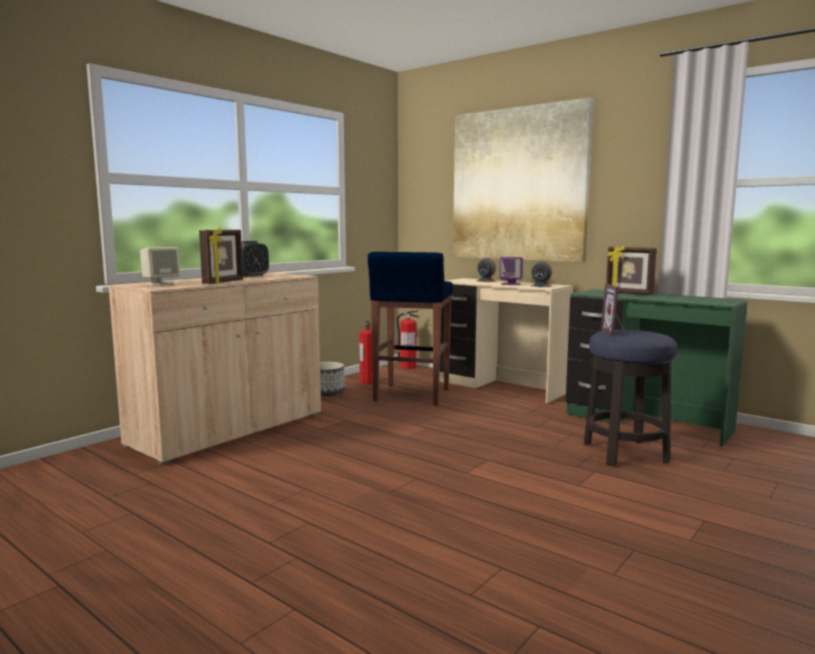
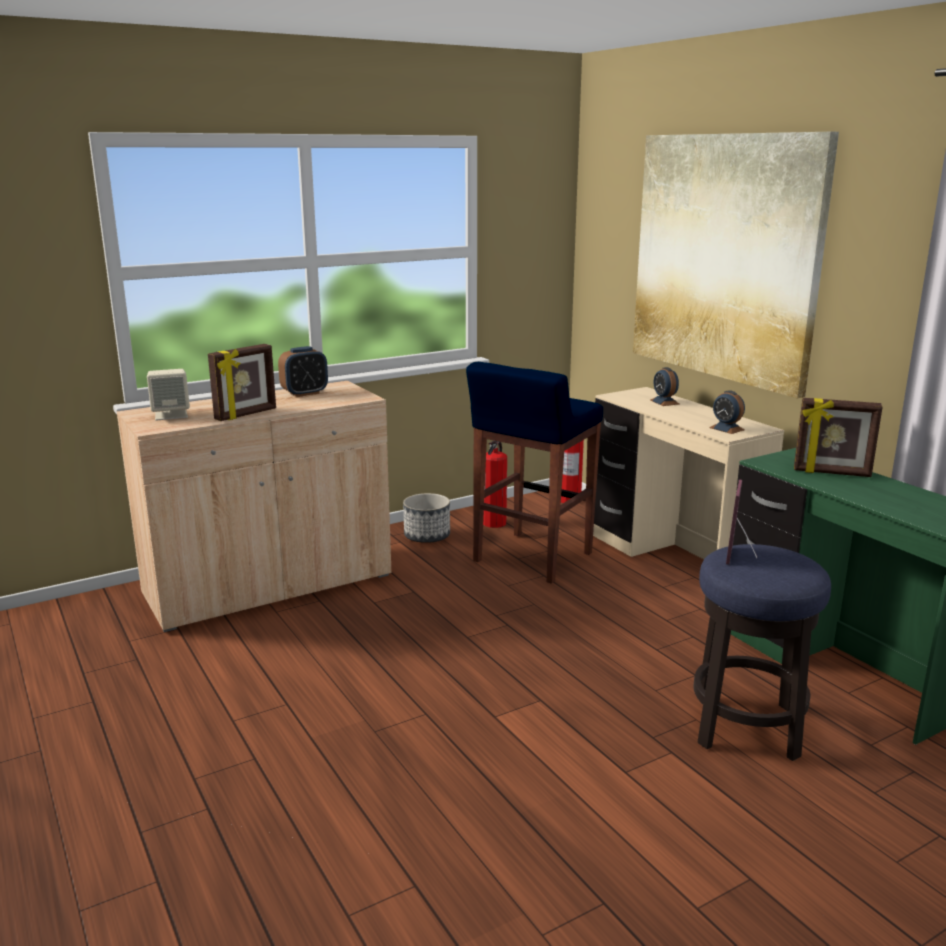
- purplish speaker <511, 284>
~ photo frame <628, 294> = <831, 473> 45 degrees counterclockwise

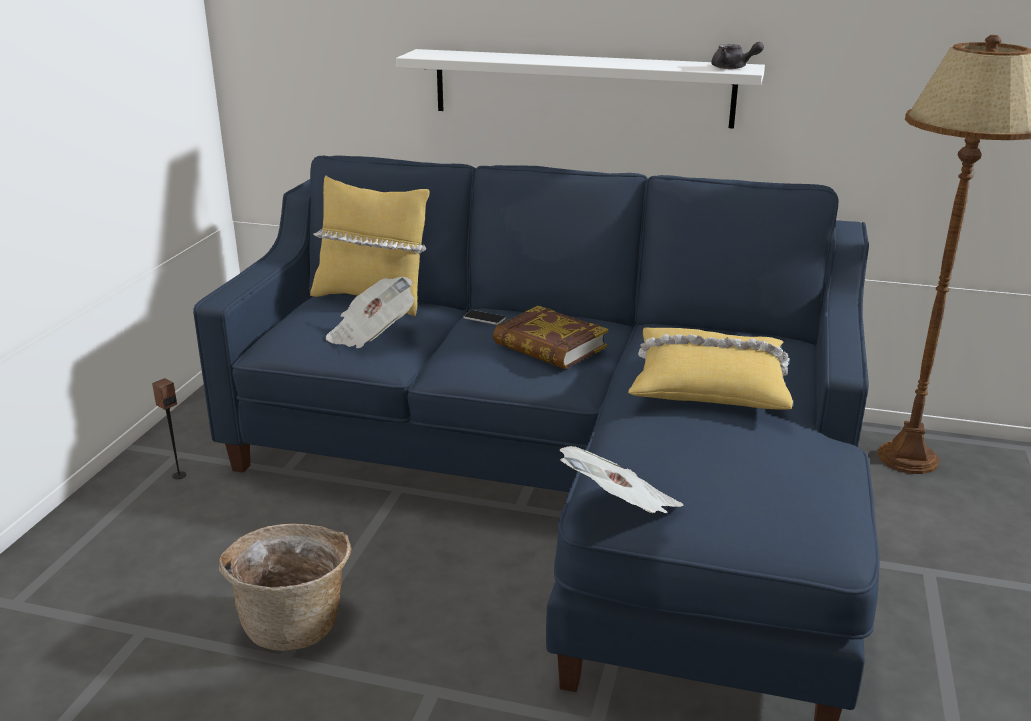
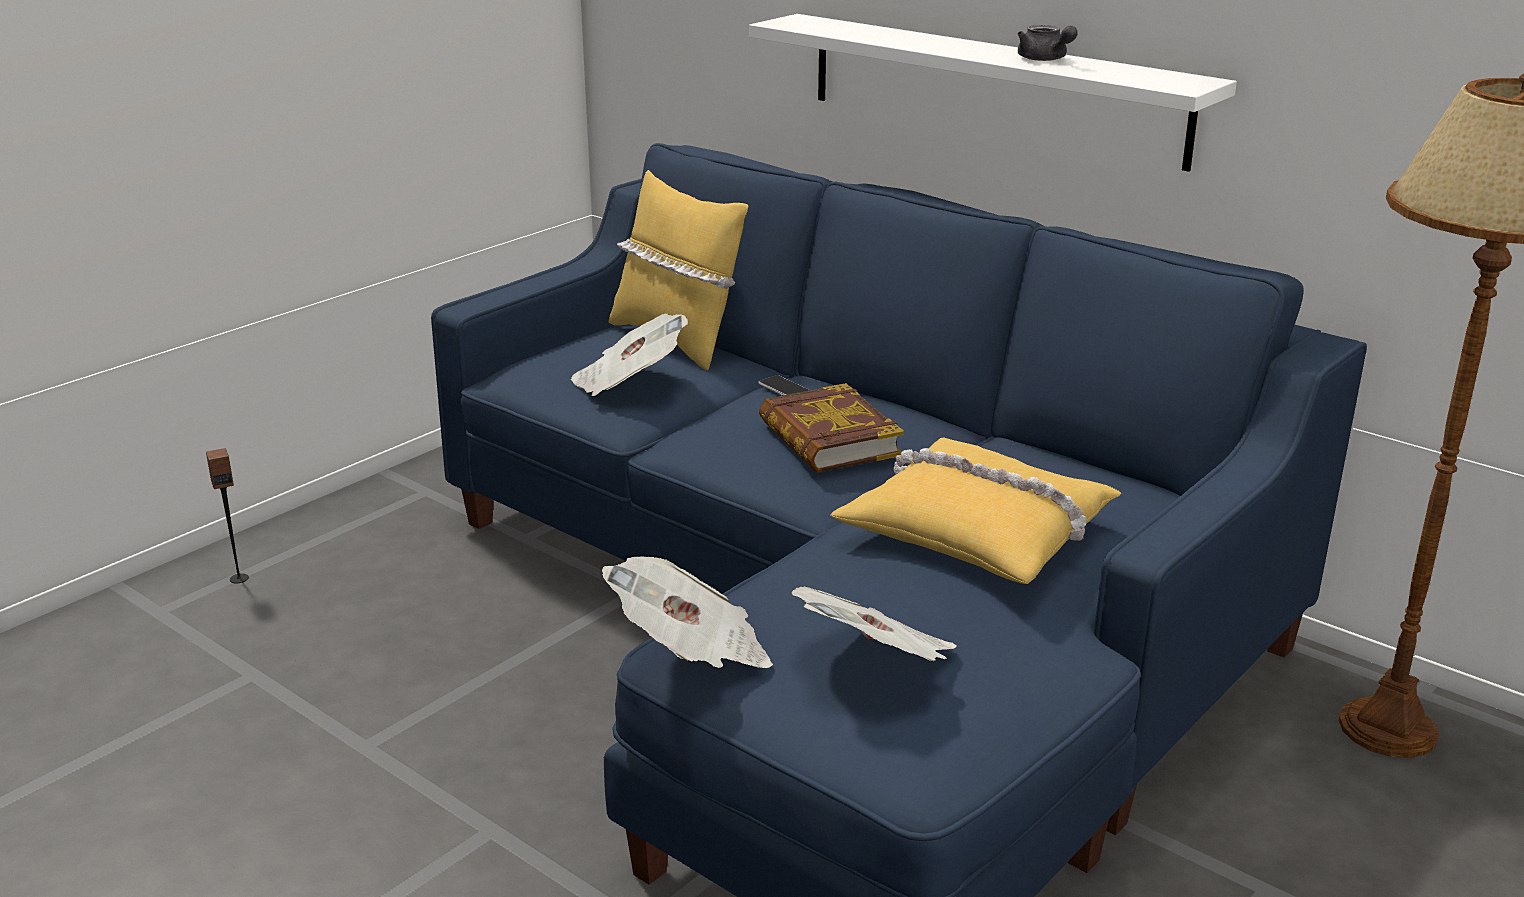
- storage basket <295, 622>
+ printed paper <877, 662>
~ speaker <179, 475> to <239, 578>
~ greyish tea pot <733, 68> to <1045, 59>

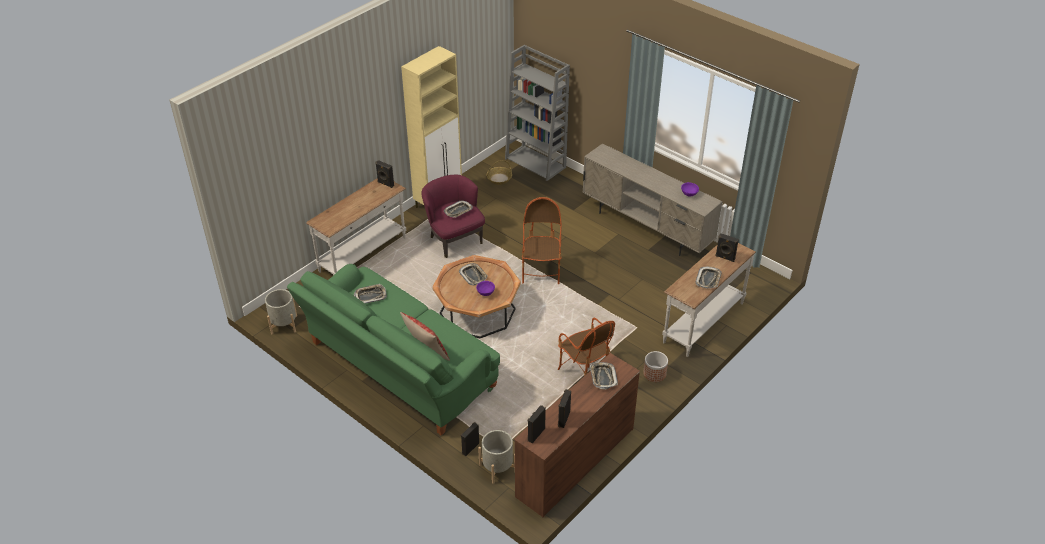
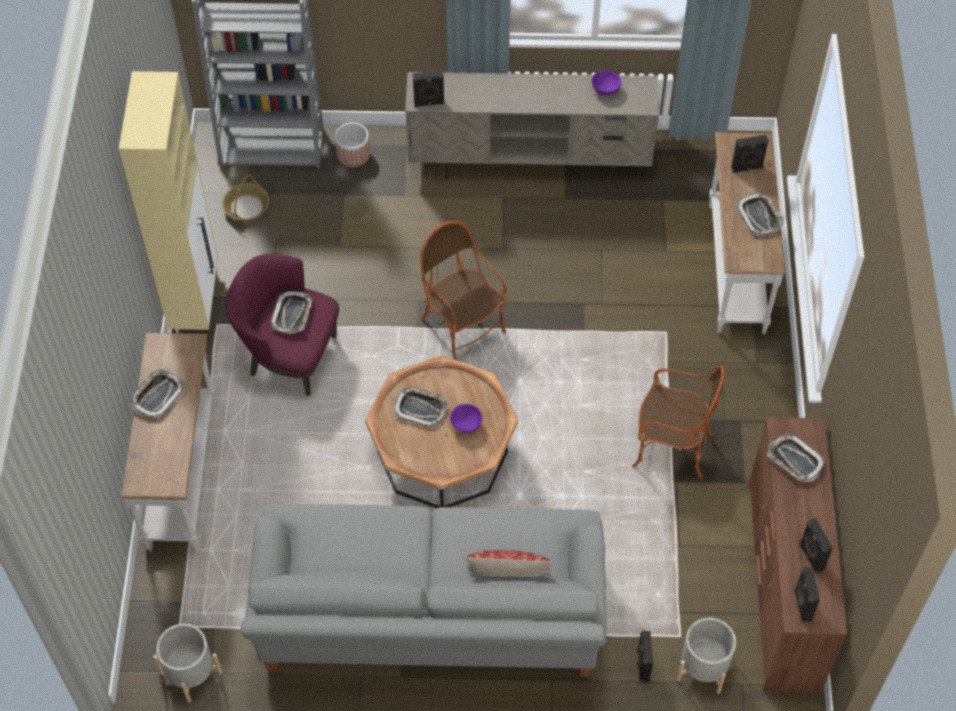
~ tray <370, 296> to <157, 395>
~ blackish speaker <385, 184> to <429, 103>
~ planter <654, 374> to <353, 155>
~ green-coloured couch <398, 368> to greyish couch <429, 620>

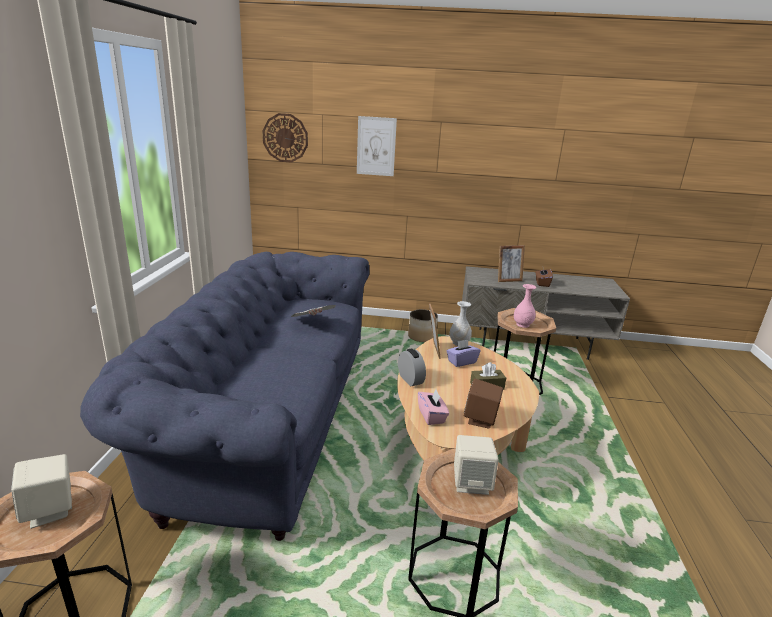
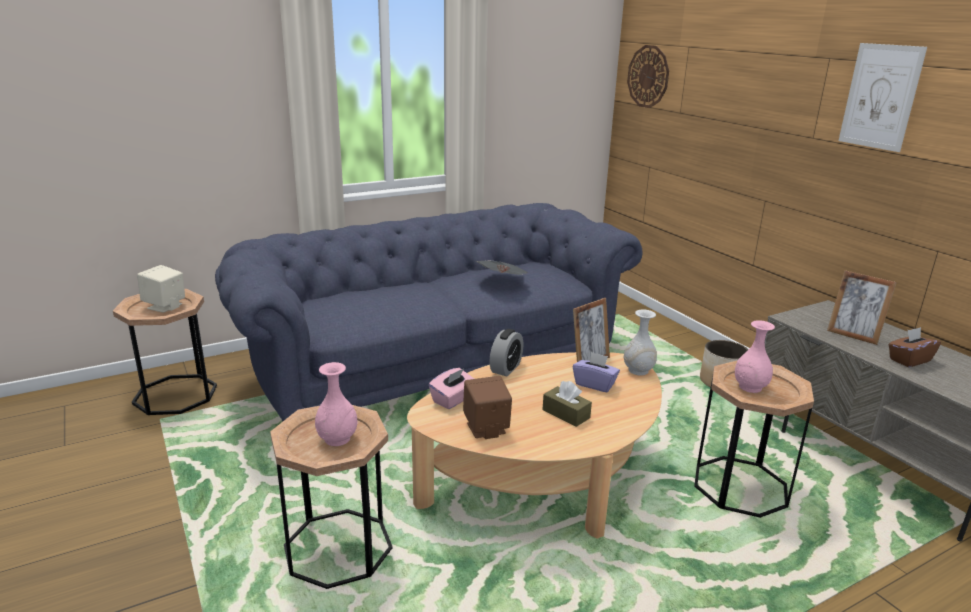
~ picture <376, 146> to <880, 96>
~ beige speaker <471, 483> to pinkish decorative vase <338, 439>

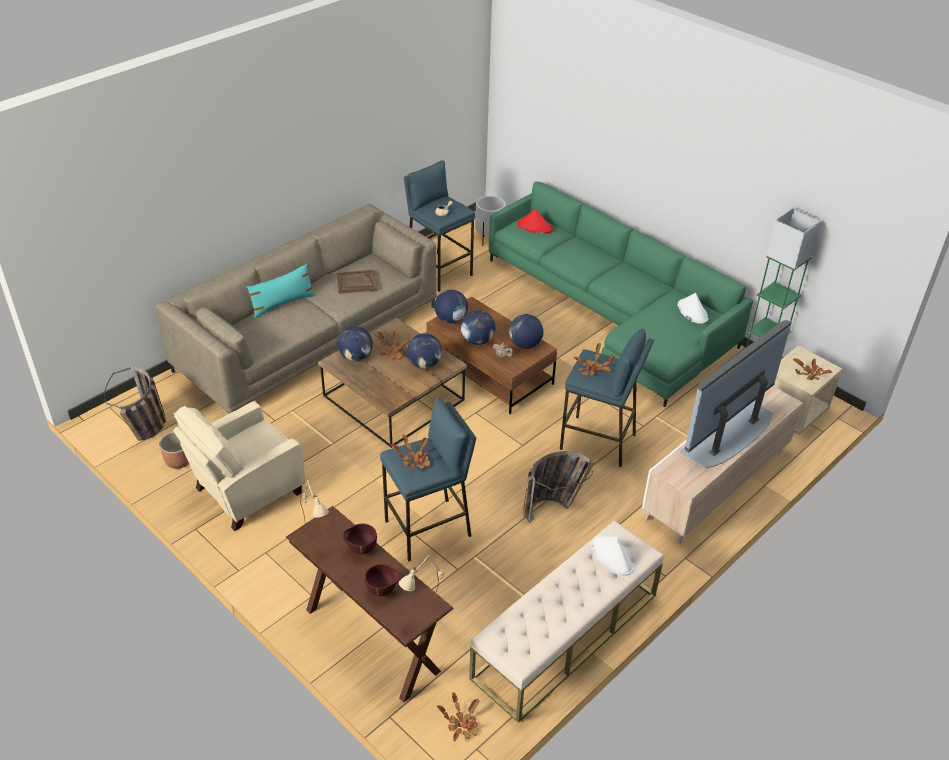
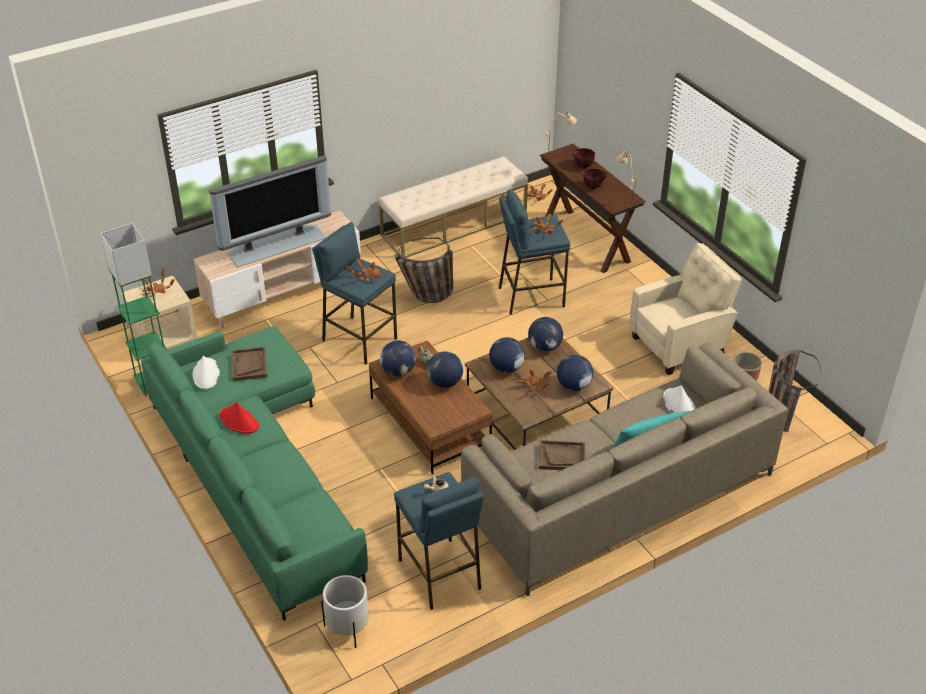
+ brown tray <249, 365>
~ desk globe <450, 319> to <545, 347>
~ reddish wearable hat <534, 227> to <239, 421>
~ whitish wearable hat <612, 556> to <678, 405>

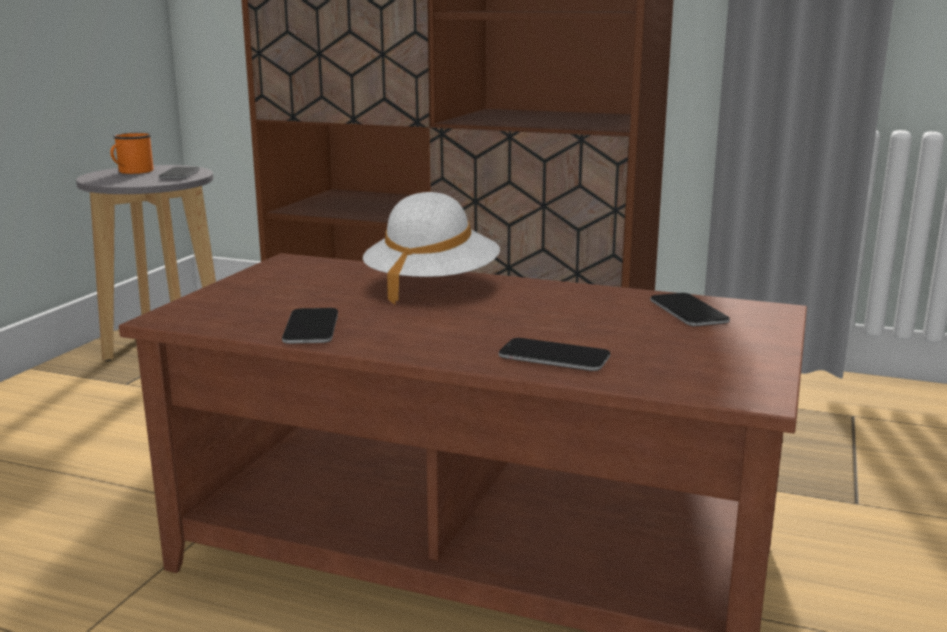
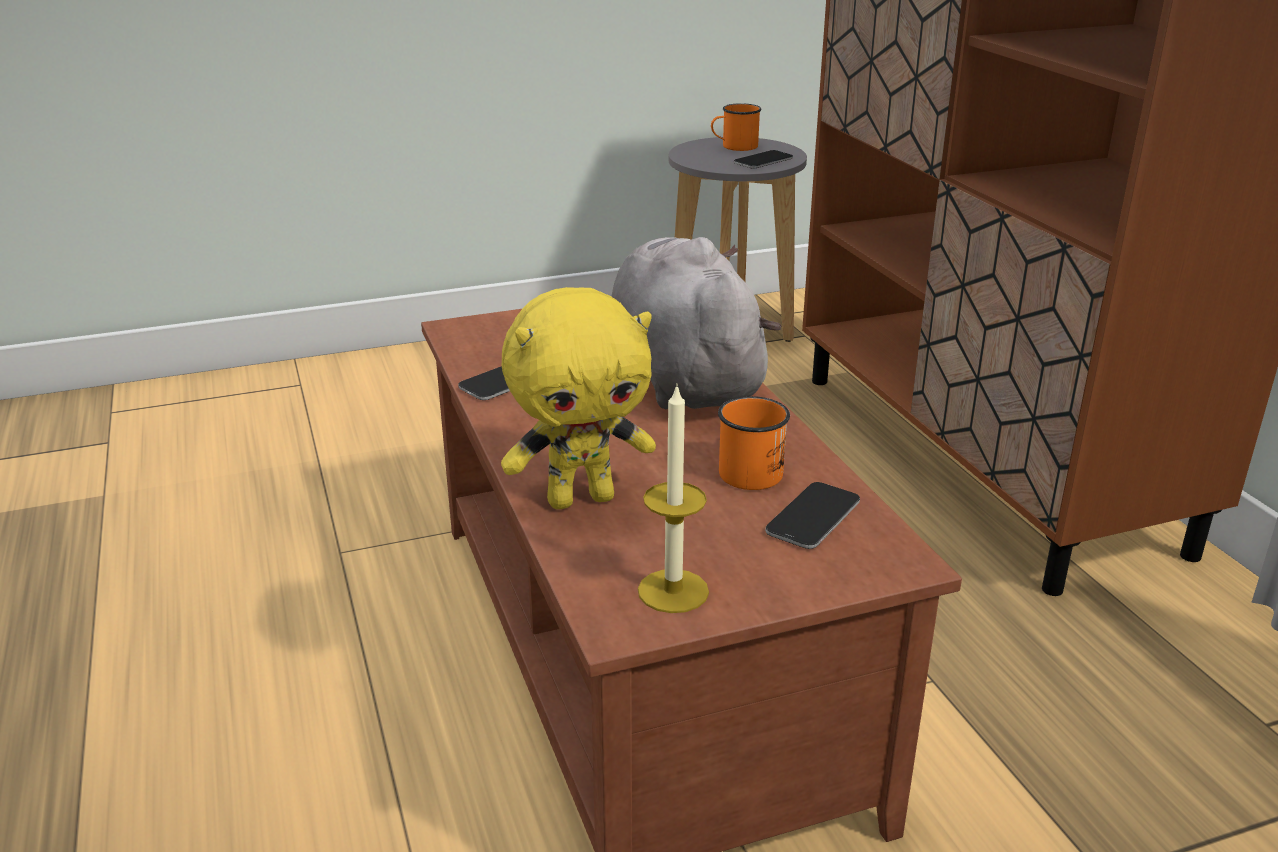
+ candle <673, 591>
+ orange-coloured tea mug <753, 468>
~ whitish wearable hat <431, 286> to greyish plush toy <682, 378>
~ phone <554, 357> to yellow-coloured plush toy <581, 498>

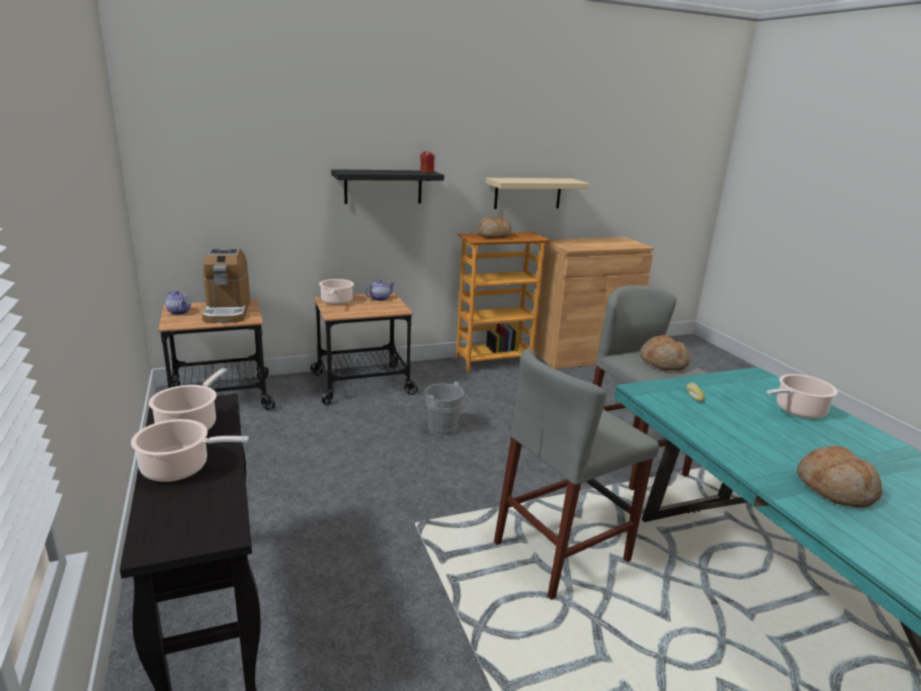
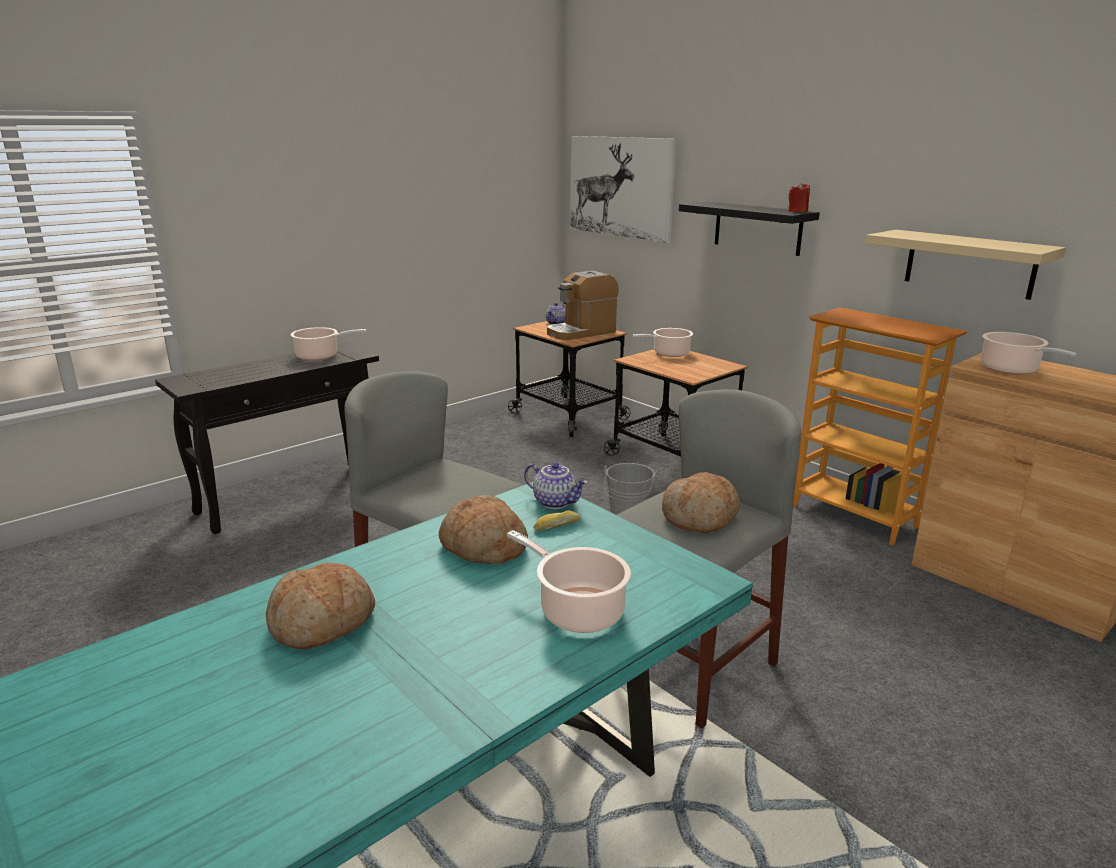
+ picture <620, 187>
~ stockpot <179, 468> to <1011, 370>
~ tea pot <380, 298> to <556, 502>
~ bread <493, 236> to <483, 546>

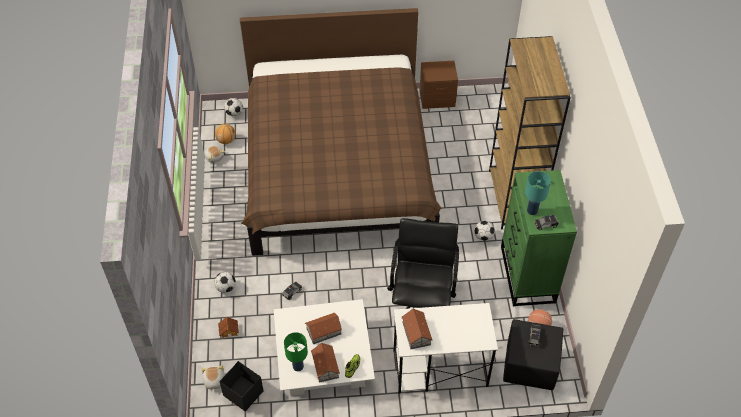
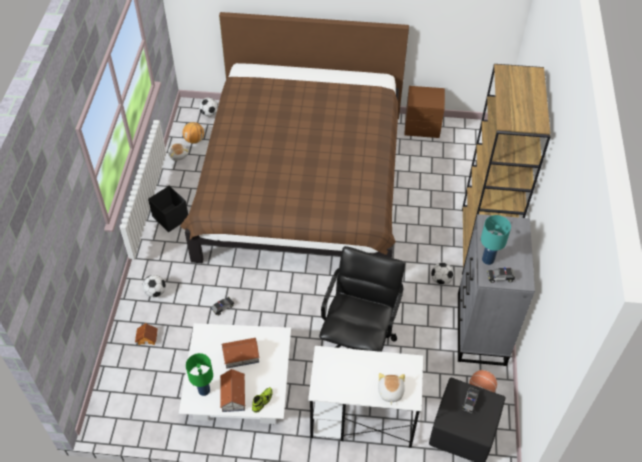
- model house <416, 333>
~ plush toy <213, 381> to <390, 392>
~ blackish storage bin <243, 393> to <170, 217>
~ green-coloured drawer chest <527, 275> to greyish drawer chest <481, 329>

